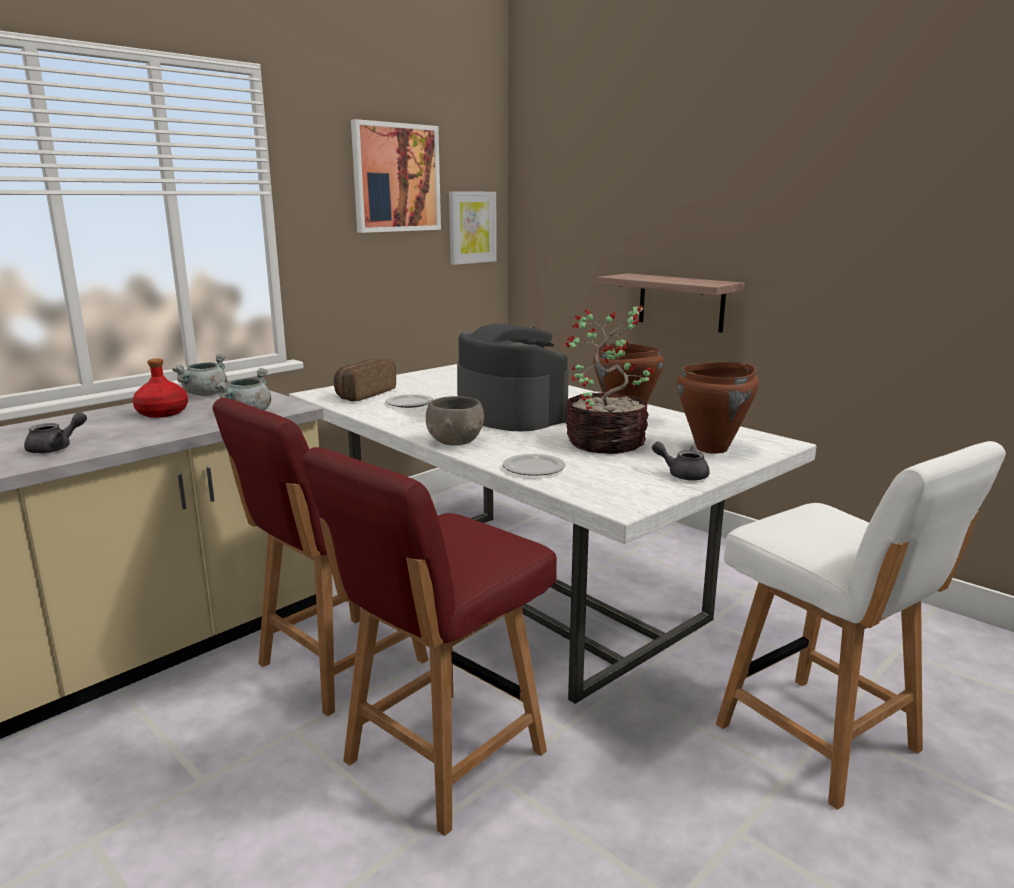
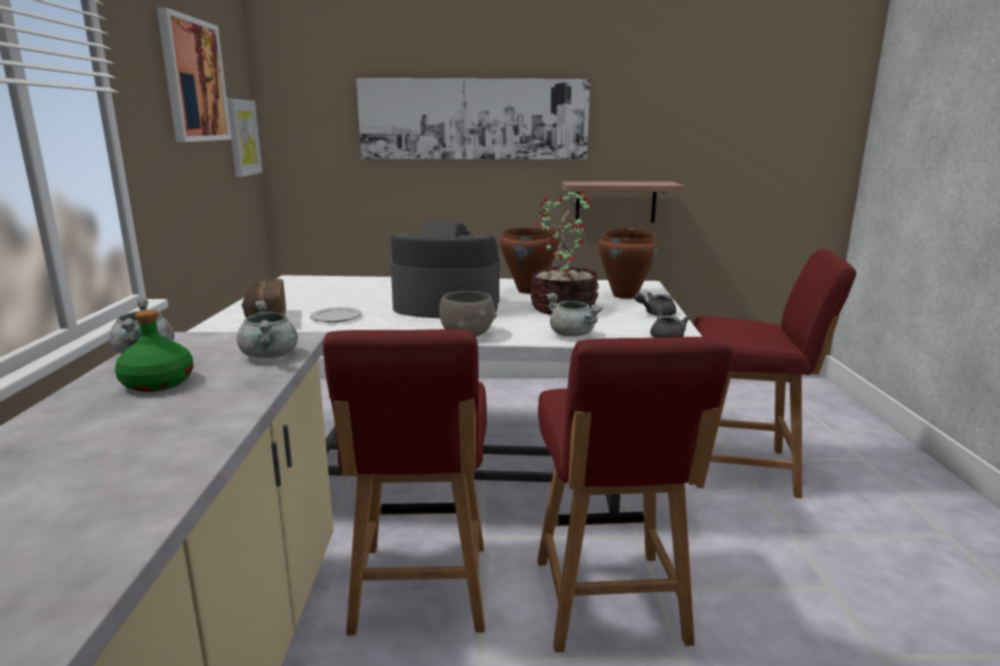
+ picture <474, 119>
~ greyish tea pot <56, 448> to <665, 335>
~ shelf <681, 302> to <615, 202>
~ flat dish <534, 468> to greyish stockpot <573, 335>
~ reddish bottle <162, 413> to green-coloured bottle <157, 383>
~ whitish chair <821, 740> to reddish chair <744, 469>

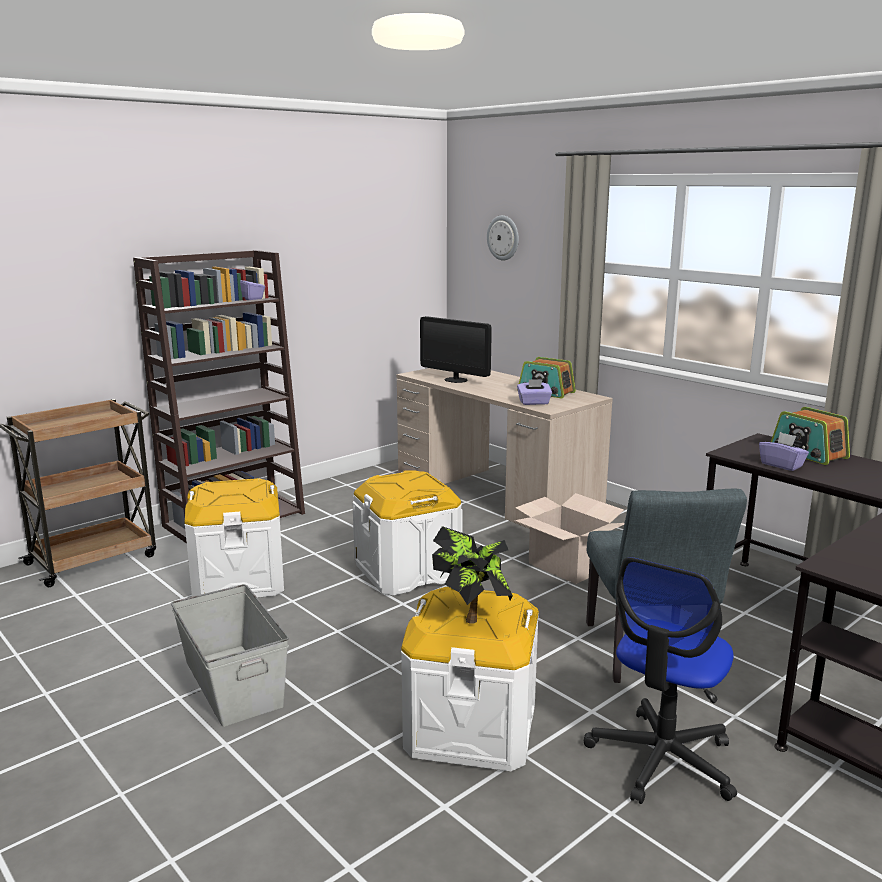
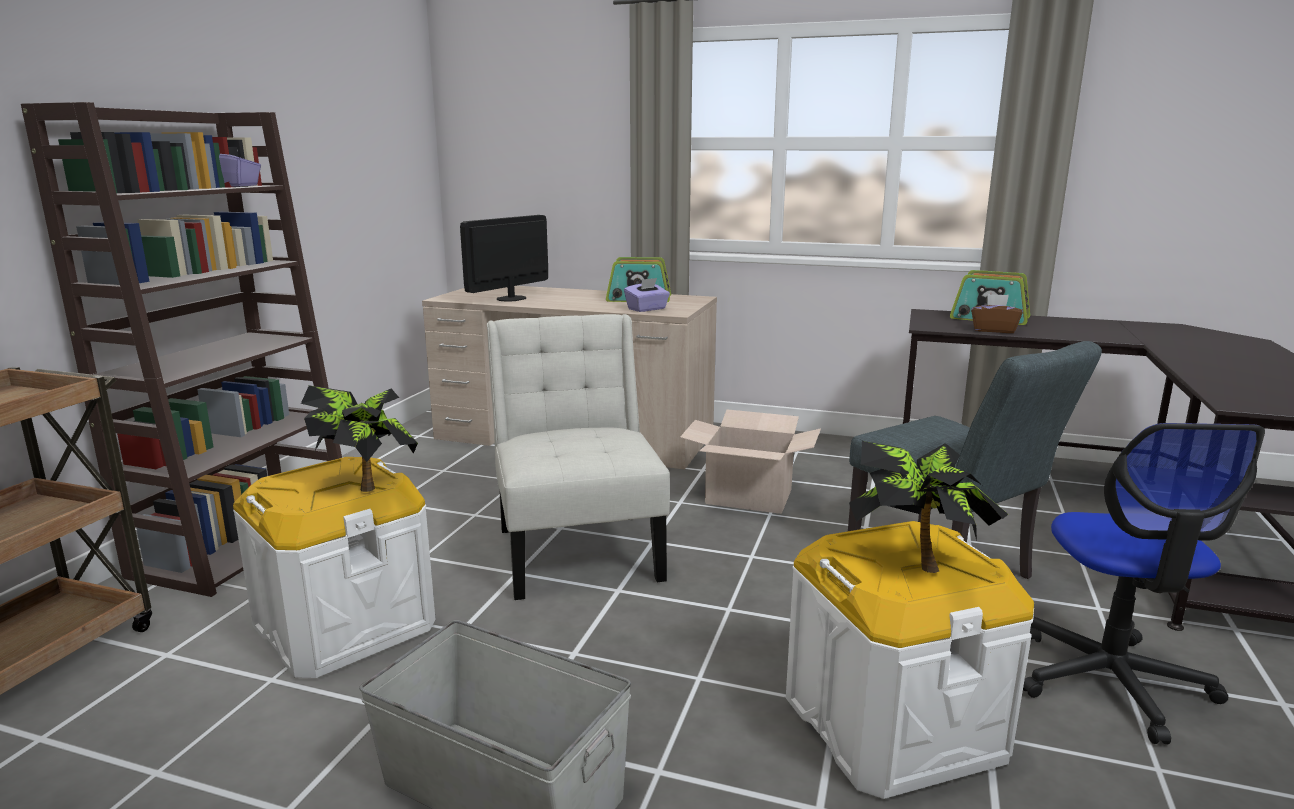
- clock on the wall <503, 238>
+ potted plant <366, 483>
~ whitish storage bin <407, 572> to whitish chair <578, 549>
~ purplish box of tissues <781, 465> to brown box of tissues <993, 330>
~ computer display <456, 380> = <511, 298> 120 degrees clockwise

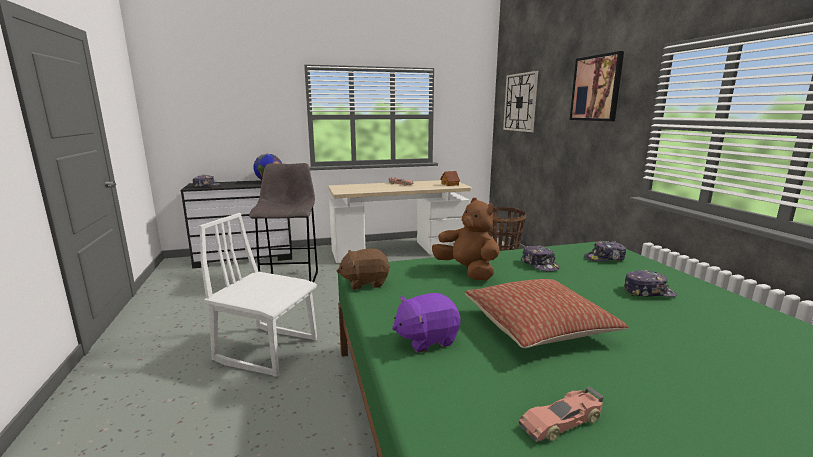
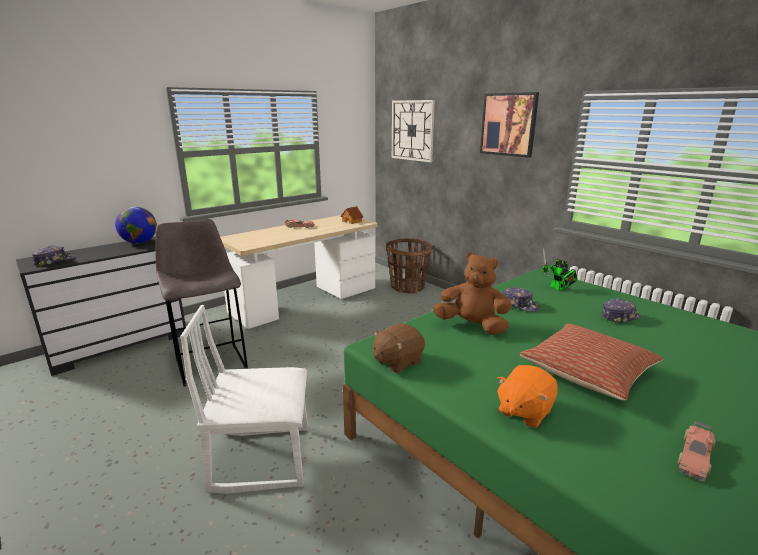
~ cap <605, 258> to toy robot <558, 288>
~ purplish plush toy <426, 339> to orange-coloured plush toy <524, 411>

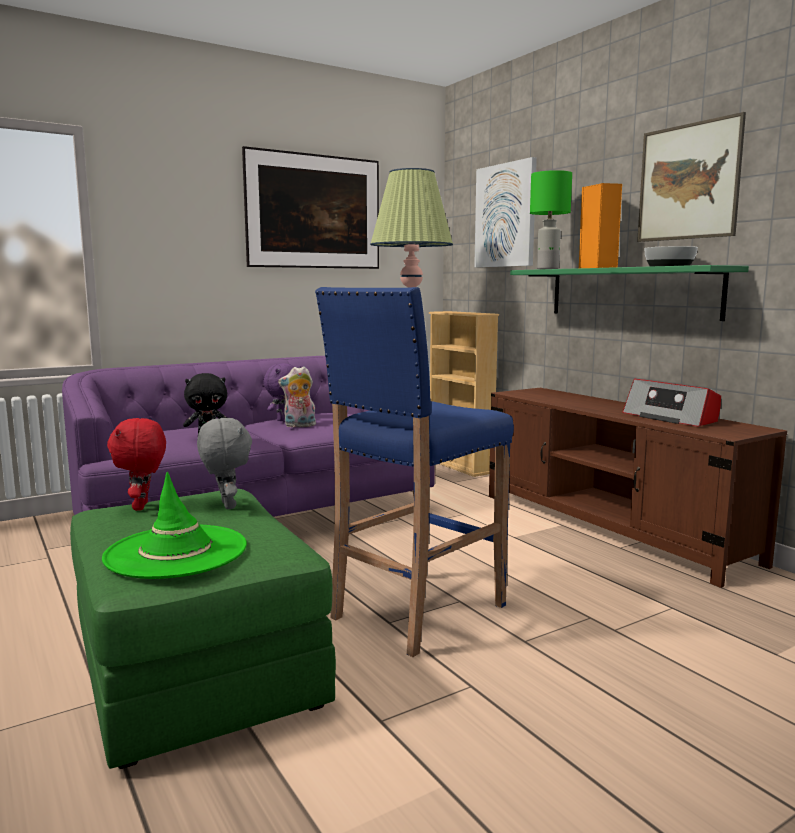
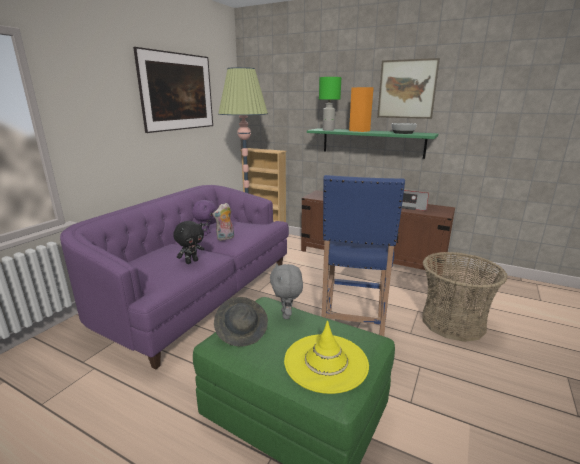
- picture <505, 216>
+ storage basket <452, 322>
~ reddish plush toy <142, 507> to greyish wearable hat <242, 331>
~ green-coloured wearable hat <176, 552> to yellow-coloured wearable hat <326, 362>
~ greyish plush toy <226, 505> = <287, 315> 135 degrees counterclockwise

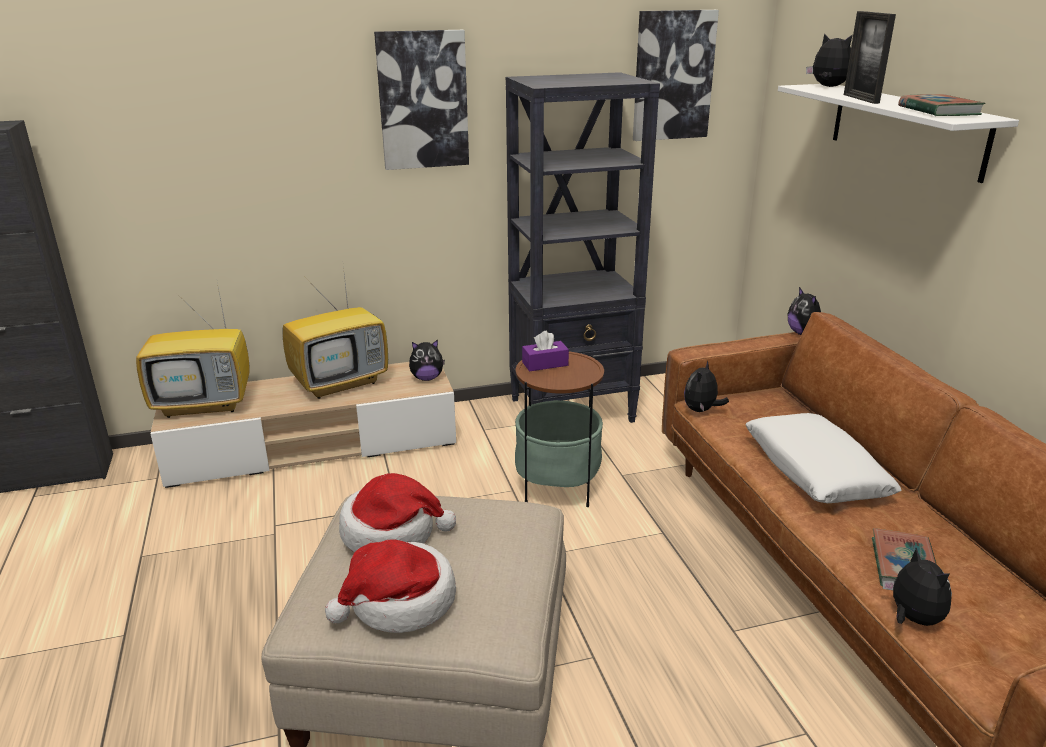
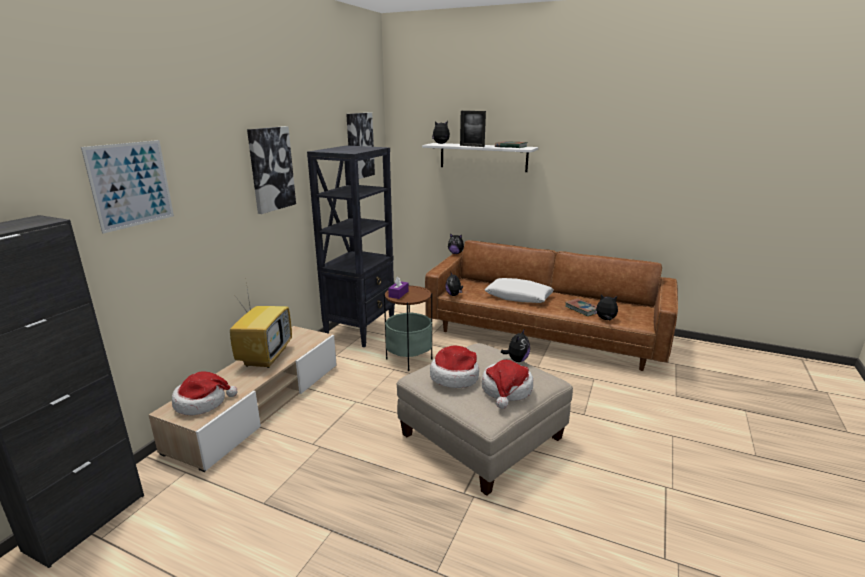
+ picture <131, 185>
~ plush toy <427, 378> to <516, 360>
~ television <206, 405> to wearable hat <202, 402>

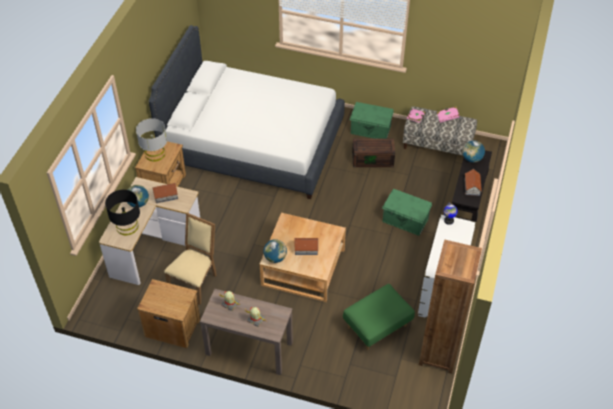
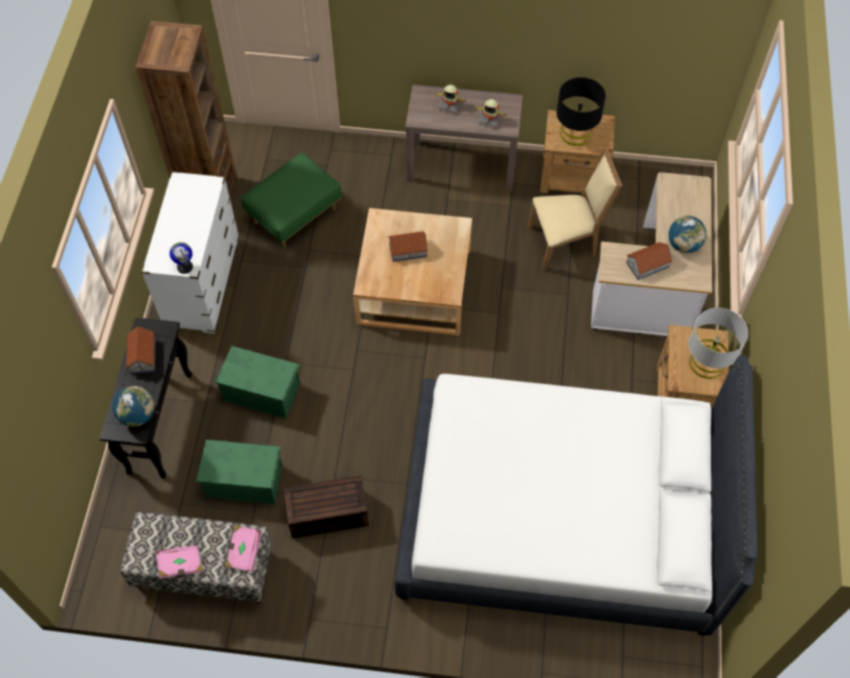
- desk globe <275, 258>
~ blackish lamp for a table <127, 226> to <575, 133>
~ green-coloured storage bin <370, 130> to <244, 480>
~ beige chair <195, 281> = <566, 242> 120 degrees counterclockwise

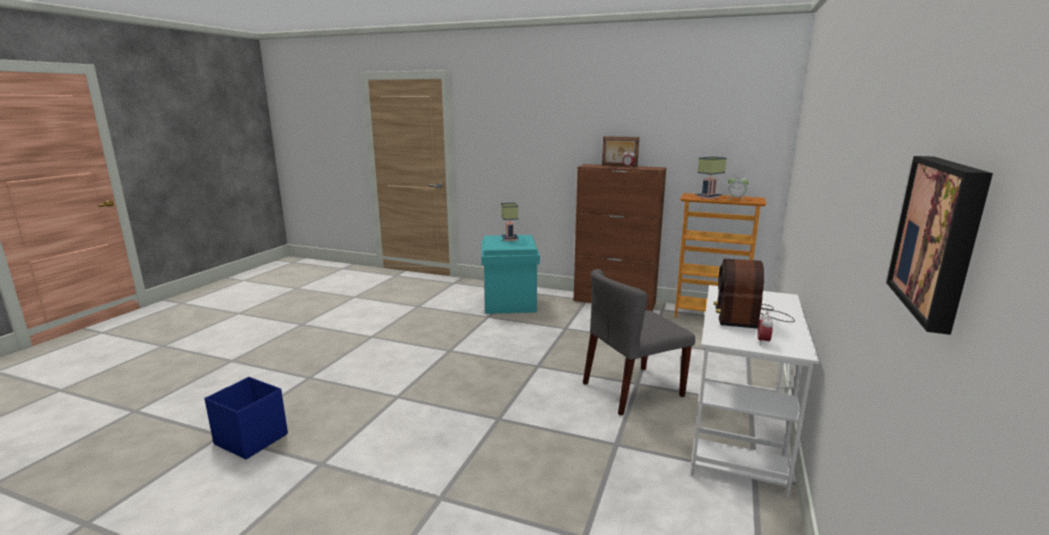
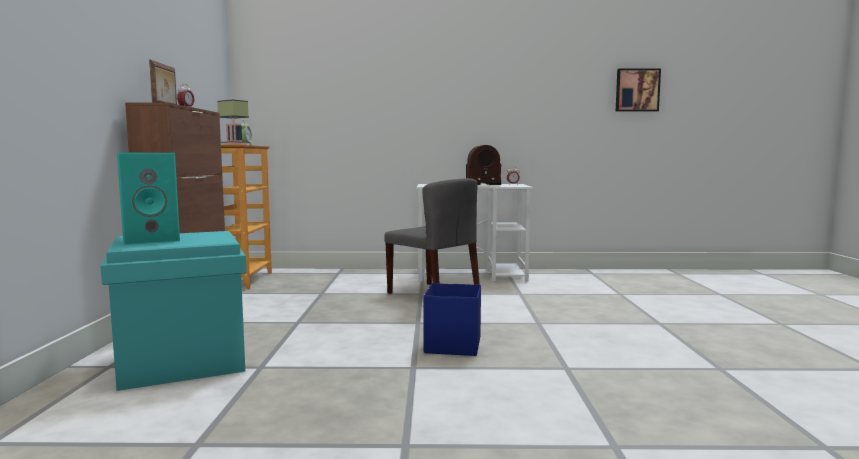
~ blue-coloured storage bin <251, 439> to <452, 346>
~ lamp for a table <510, 239> to blue-green speaker <152, 239>

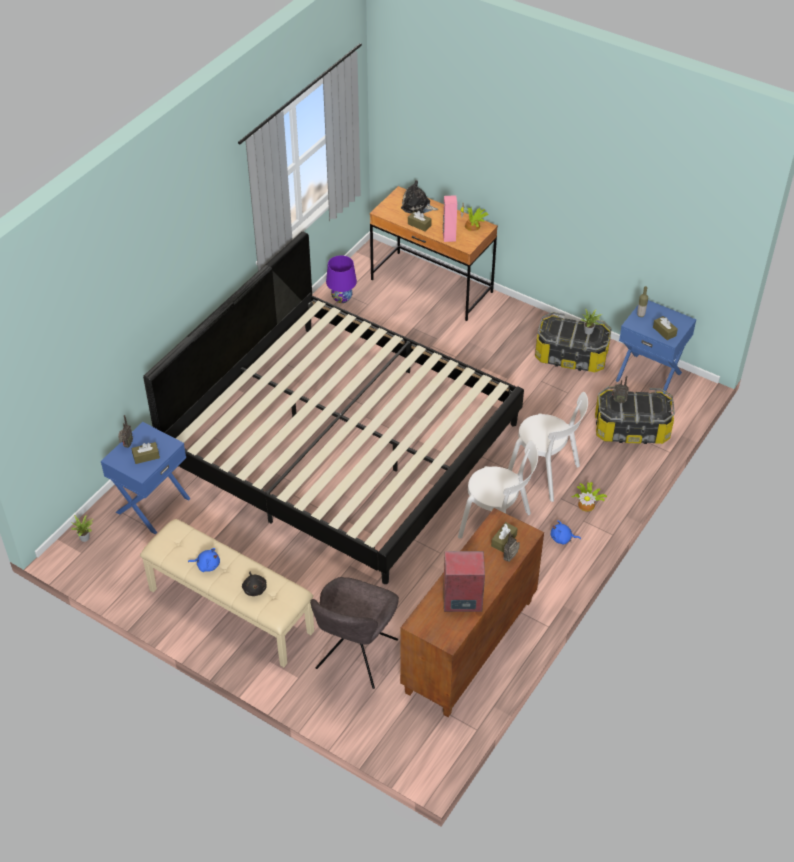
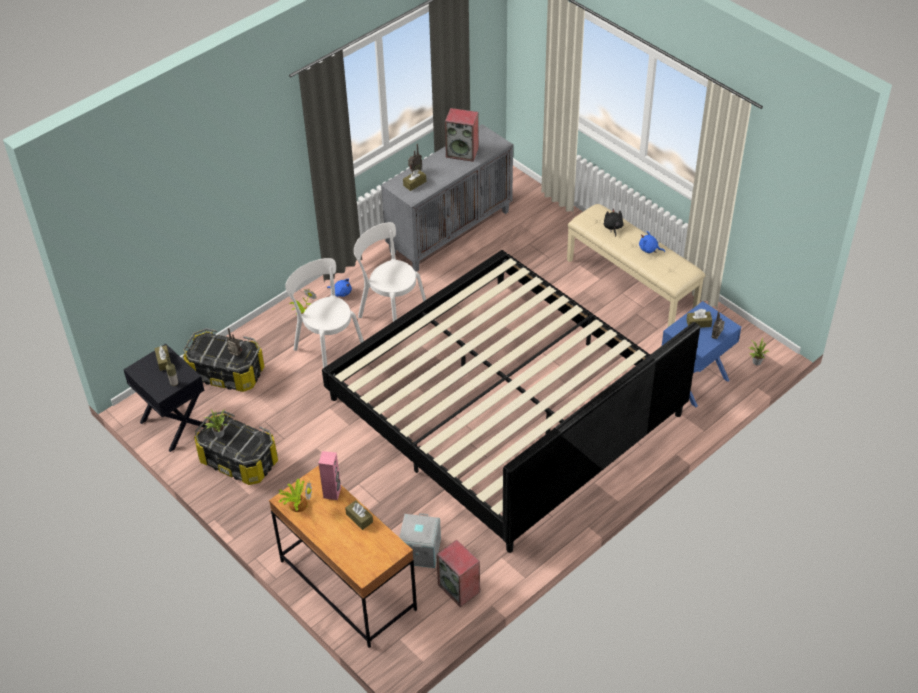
- greyish chair <355, 656>
- plush toy <417, 206>
+ greyish storage bin <419, 550>
~ purplish lamp for a table <341, 298> to speaker <459, 588>
~ brown cabinet <470, 647> to greyish cabinet <450, 231>
~ blue-coloured night table <649, 376> to blackish night table <174, 424>

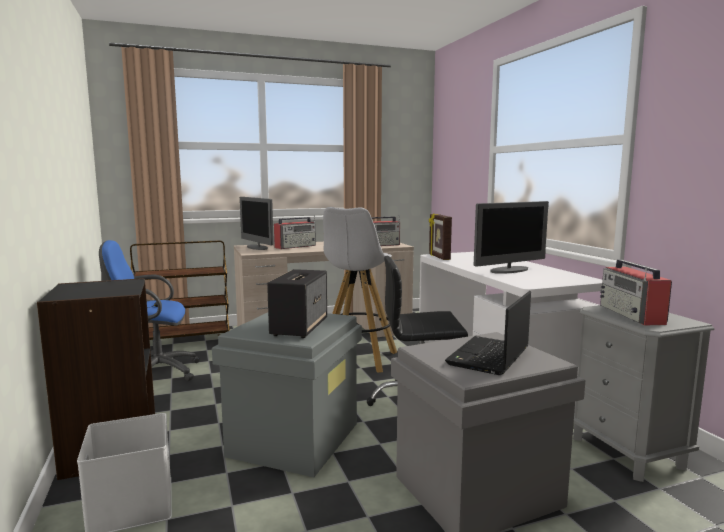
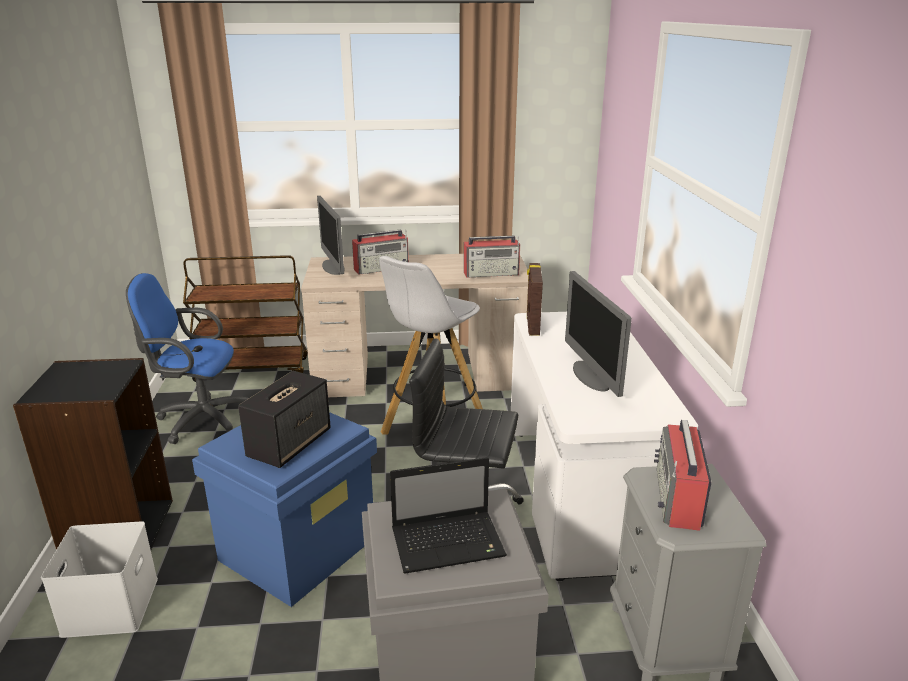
~ greyish storage bin <294, 438> to blue-coloured storage bin <298, 547>
~ laptop <488, 357> = <450, 542> 150 degrees counterclockwise
~ computer display <509, 270> = <591, 376> 90 degrees clockwise

